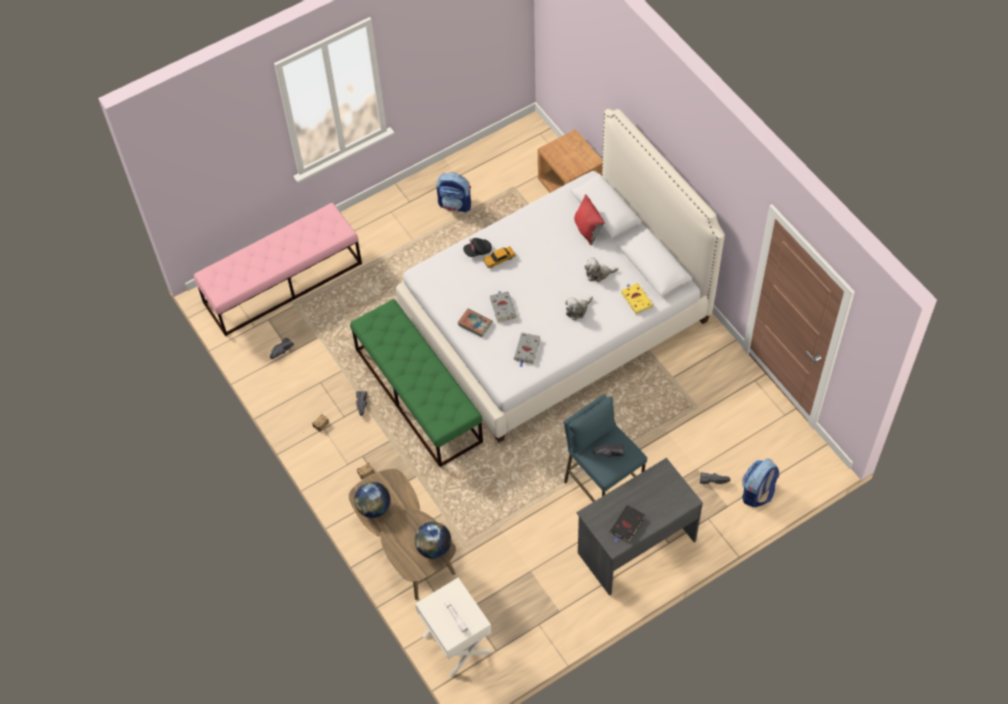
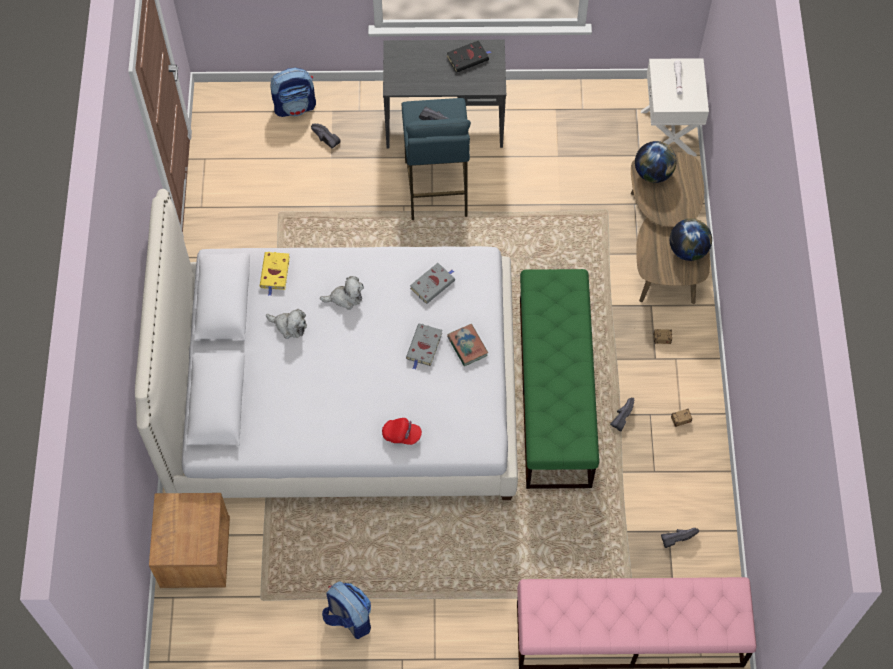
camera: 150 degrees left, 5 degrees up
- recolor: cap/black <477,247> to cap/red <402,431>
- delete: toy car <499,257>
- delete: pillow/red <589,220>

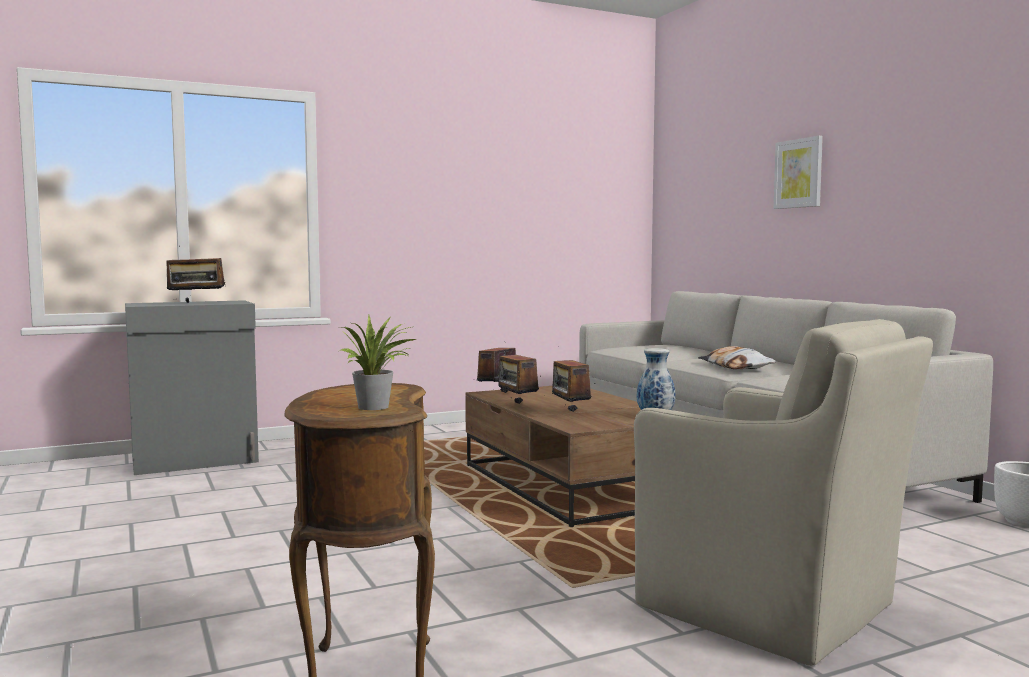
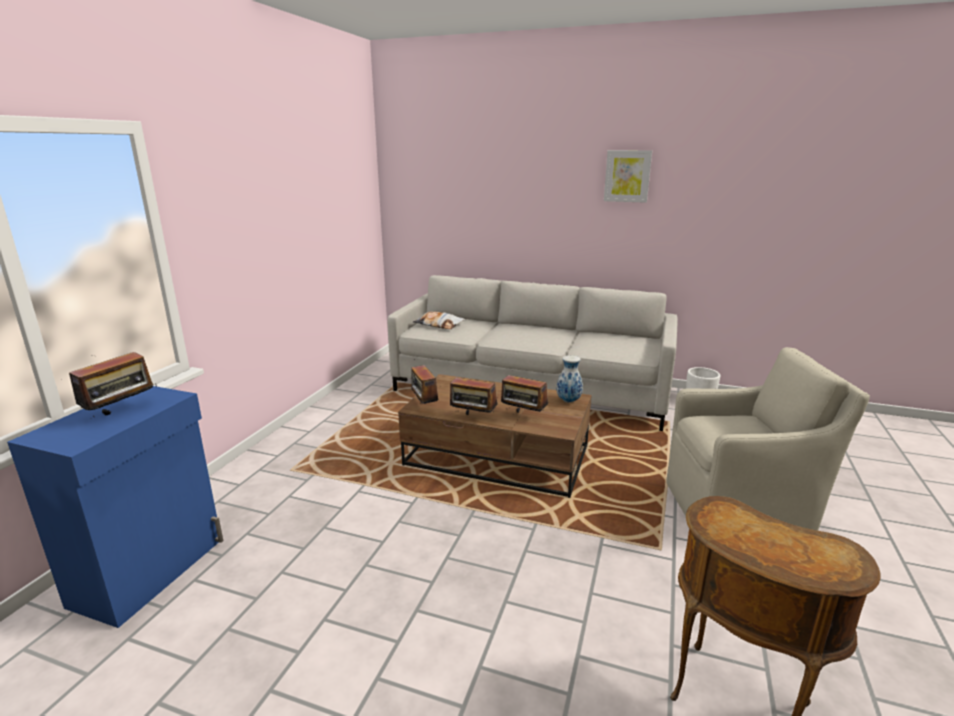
camera: 45 degrees left, 15 degrees up
- recolor: cabinet/grey <192,387> to cabinet/blue <115,507>
- move: pillow <737,357> to <439,320>
- move: picture <798,172> to <628,176>
- delete: potted plant <377,362>

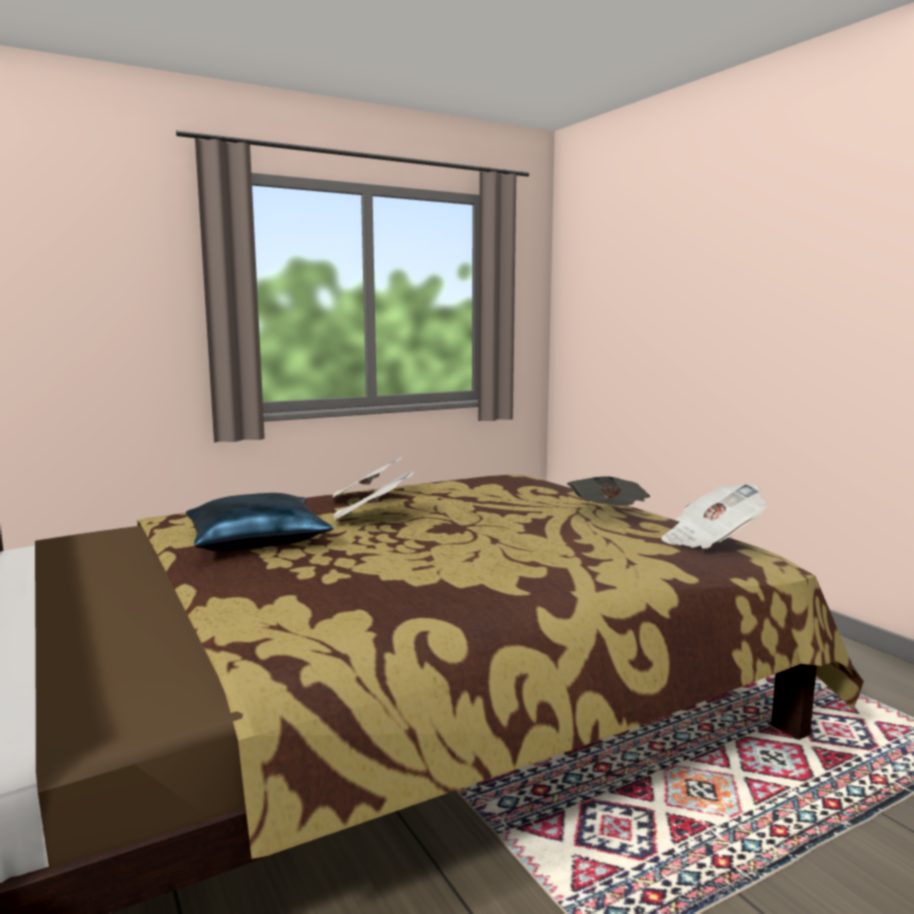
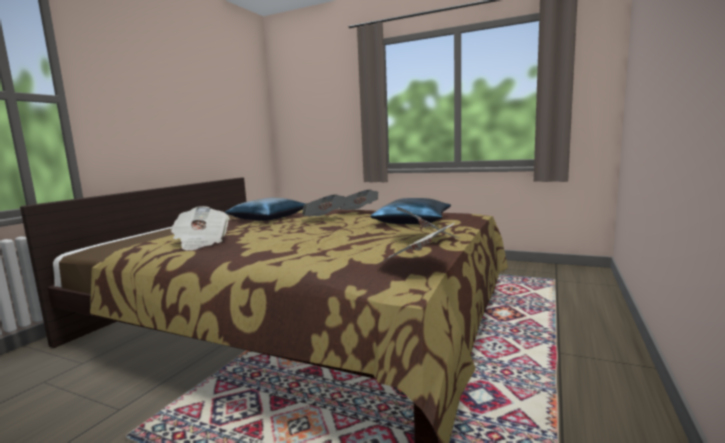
camera: 55 degrees right, 0 degrees up
- insert: newspaper <200,228>
- insert: pillow/blue <410,211>

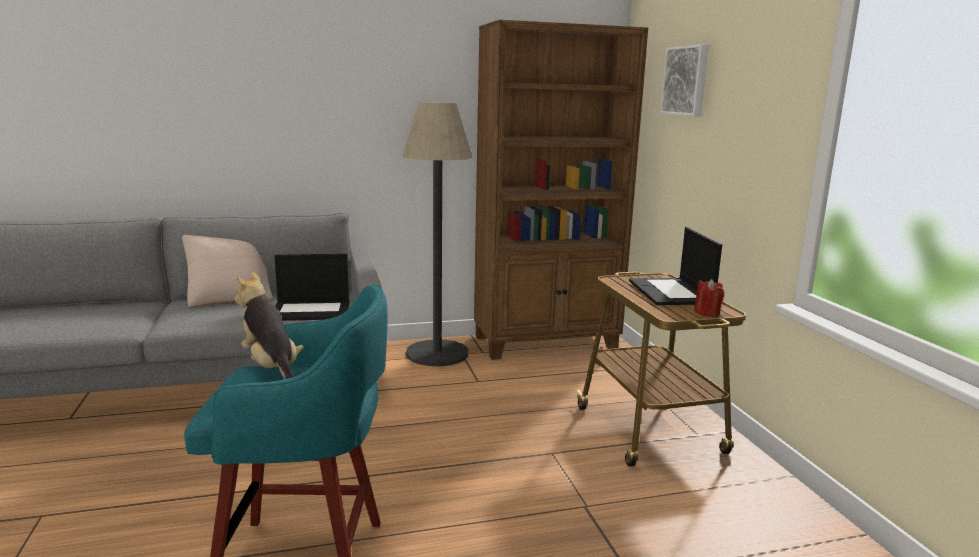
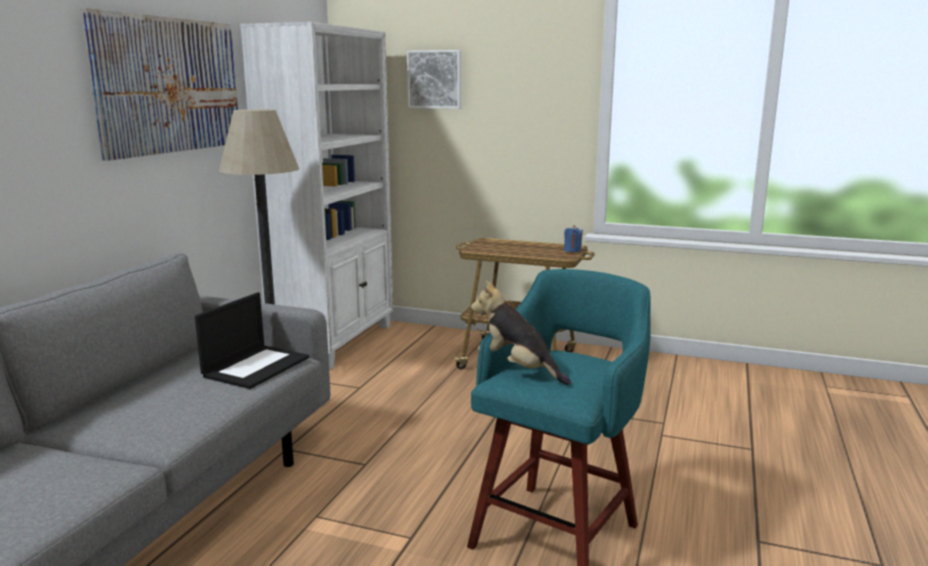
camera: 55 degrees left, 0 degrees up
- insert: picture <159,84>
- recolor: bookcase/brown <561,190> to bookcase/white <316,196>
- rotate: plush toy <269,325> = <521,332> 45 degrees clockwise
- recolor: candle/red <709,298> to candle/blue <573,238>
- delete: pillow/beige <227,271>
- delete: laptop <675,266>

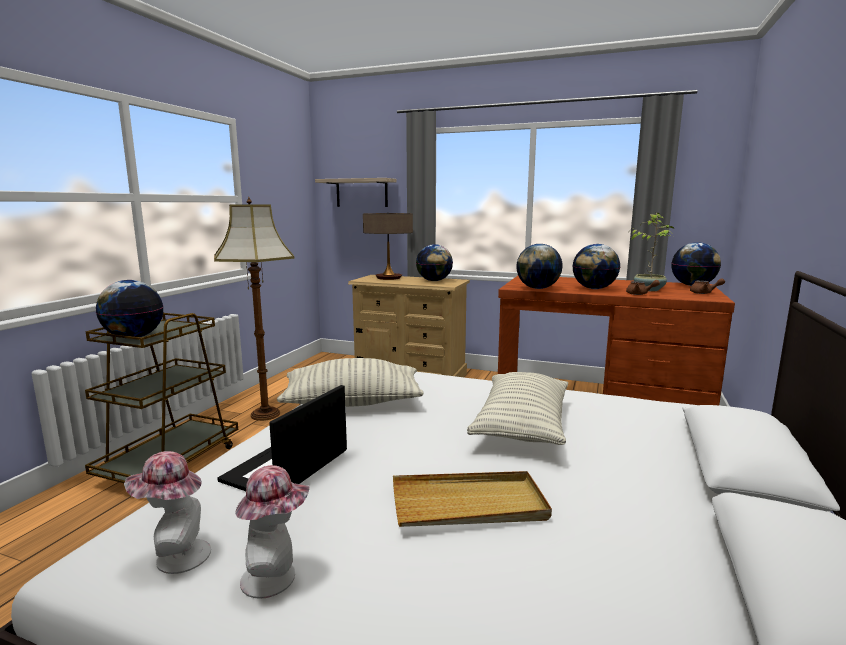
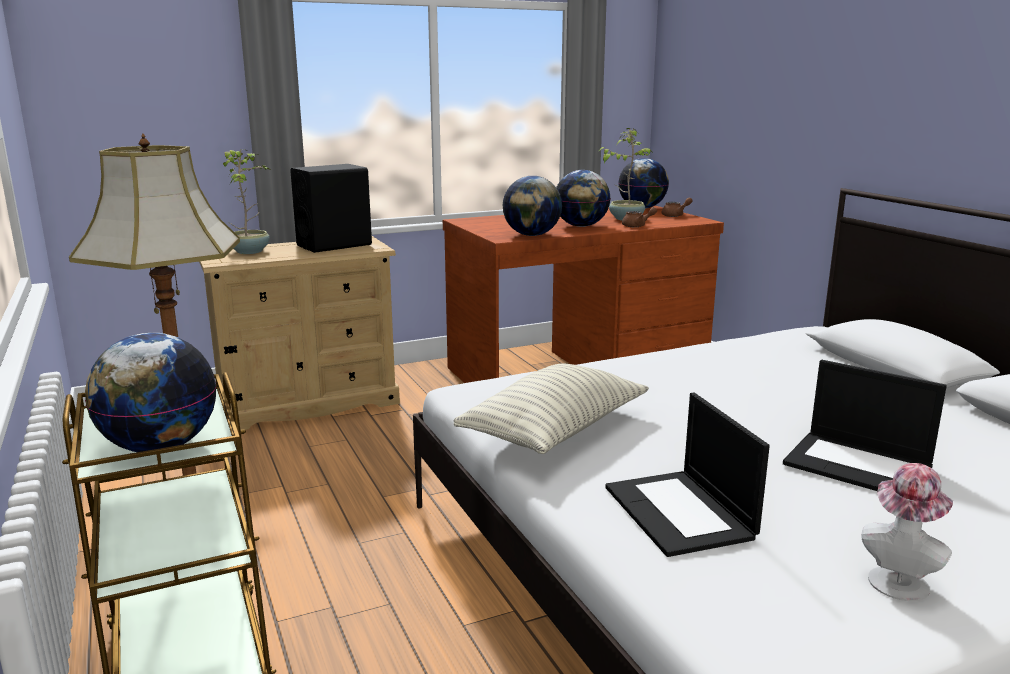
camera: 45 degrees left, 5 degrees up
- replace: table lamp <388,246> to potted plant <246,201>
- replace: globe <434,262> to speaker/black <331,208>
- replace: tray/beige <472,499> to laptop <865,425>
- delete: hat <167,512>
- delete: shelf <356,192>
- delete: pillow <517,408>

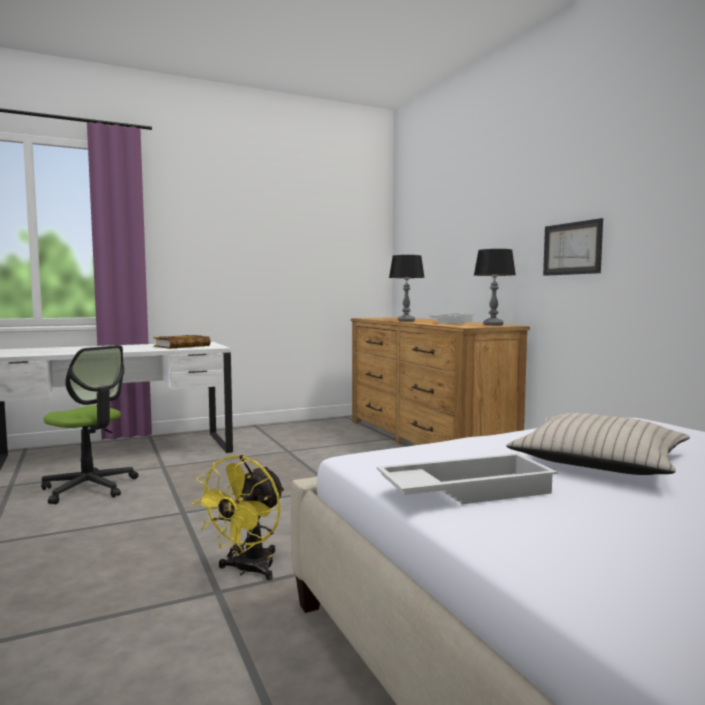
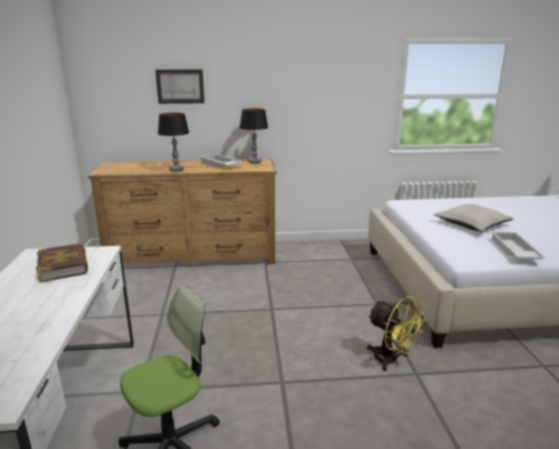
camera: 70 degrees left, 15 degrees up
- move: picture <573,247> to <179,87>

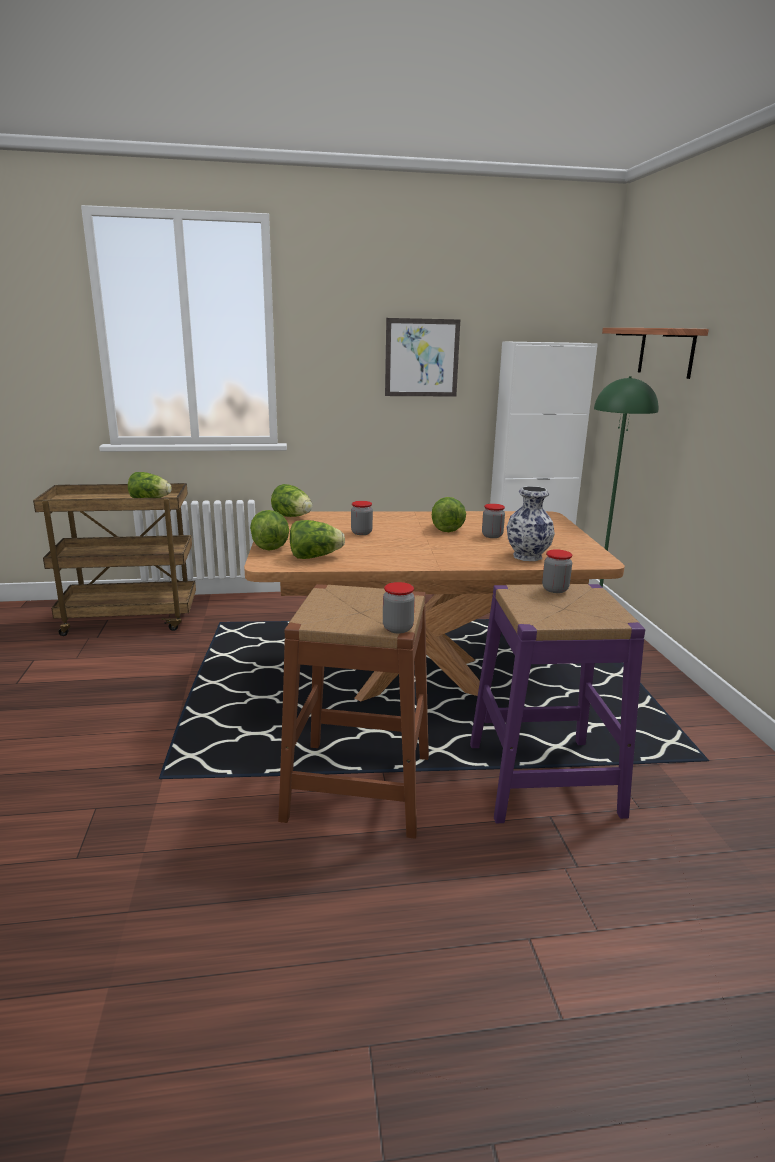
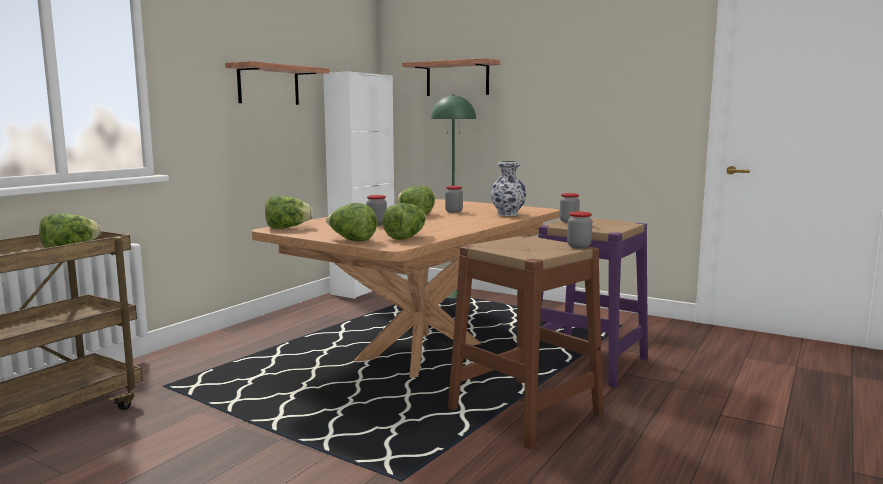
camera: 50 degrees left, 10 degrees down
- replace: picture <422,357> to shelf <277,83>

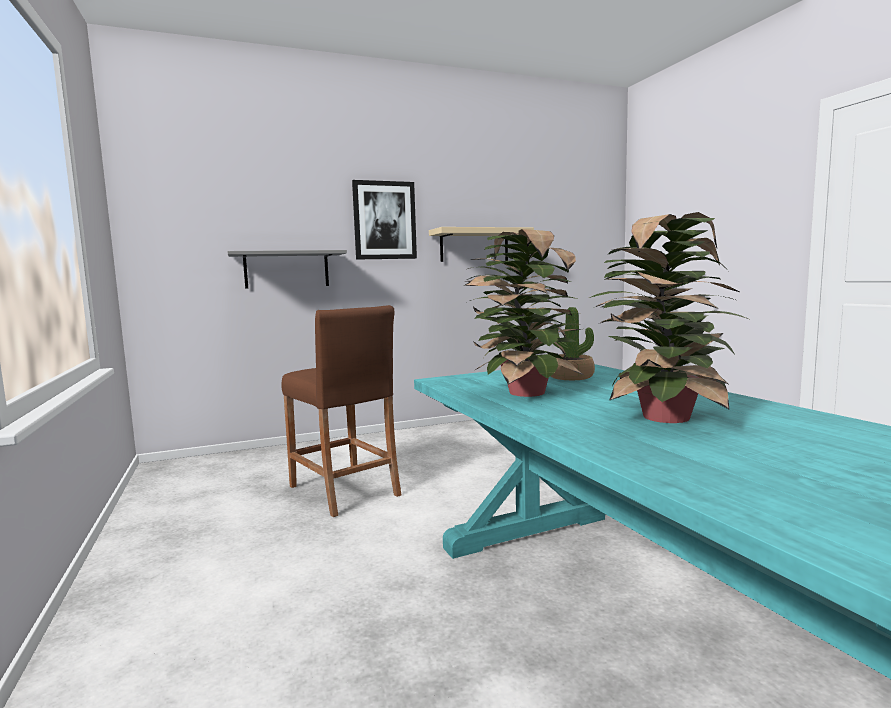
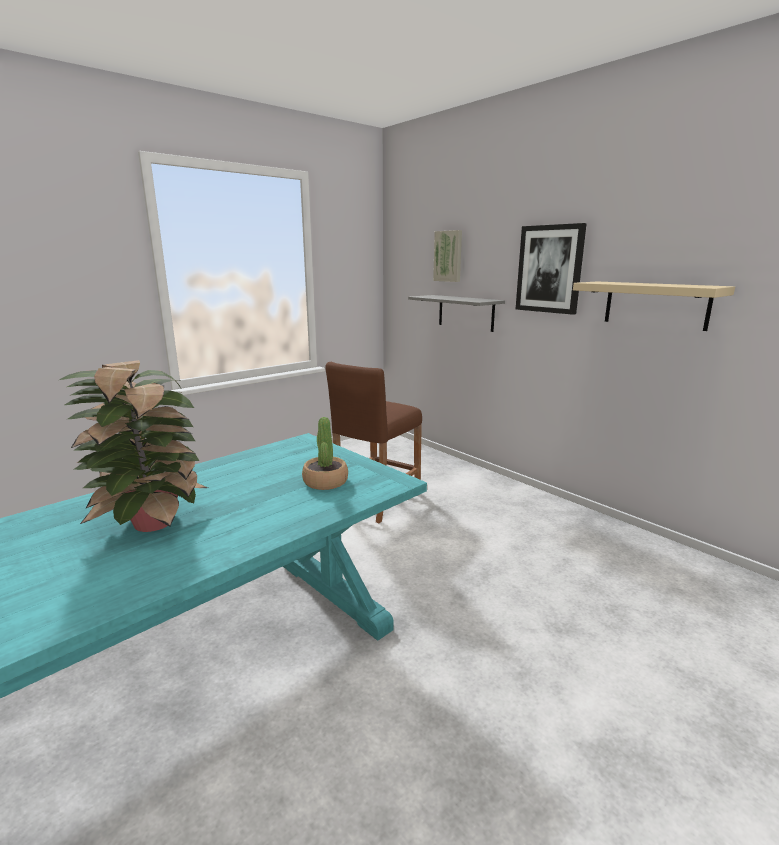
camera: 70 degrees right, 10 degrees up
- insert: picture <447,256>
- delete: potted plant <524,313>

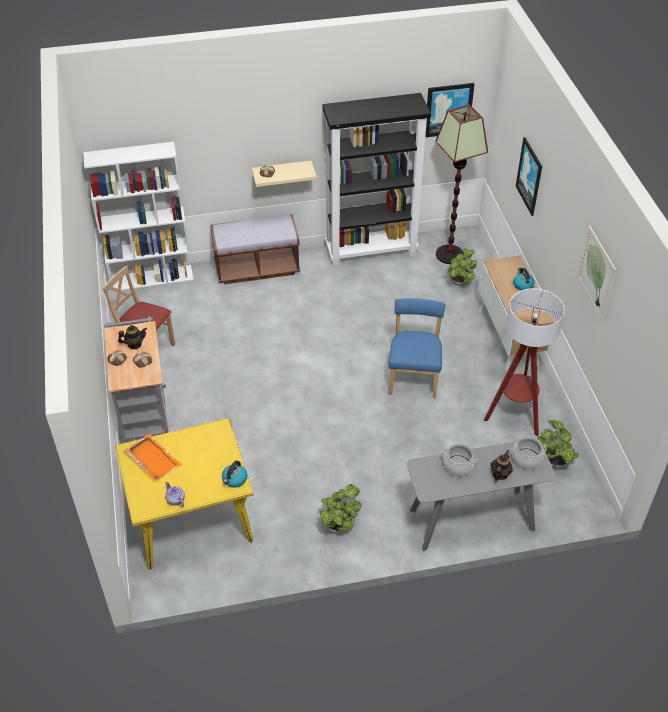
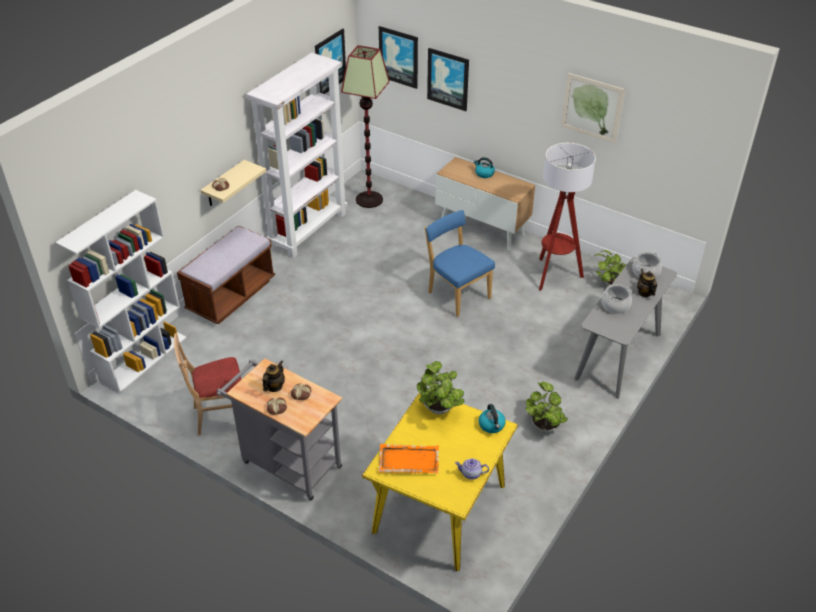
camera: 45 degrees left, 5 degrees down
- recolor: bookcase/black <376,180> to bookcase/white <296,155>
- insert: picture <398,57>
- move: potted plant <462,267> to <441,387>

